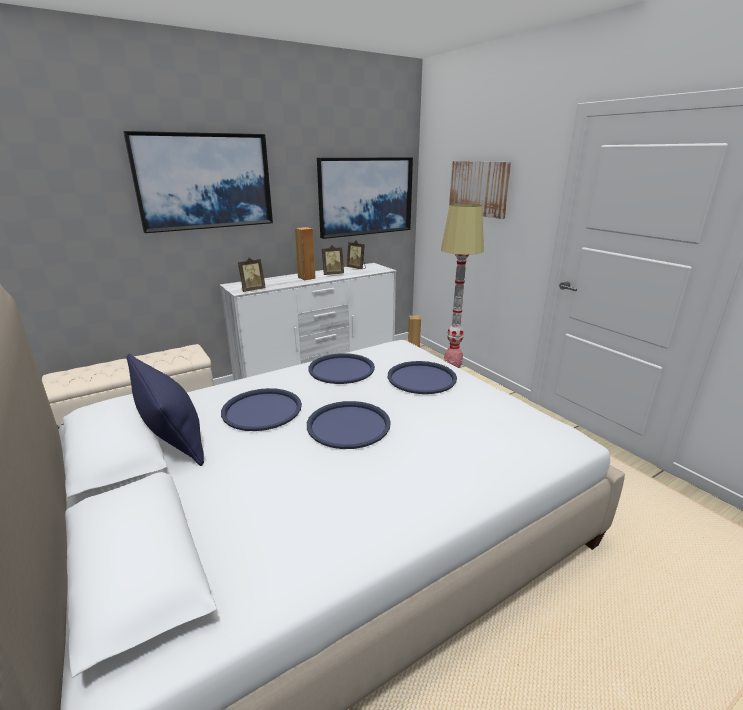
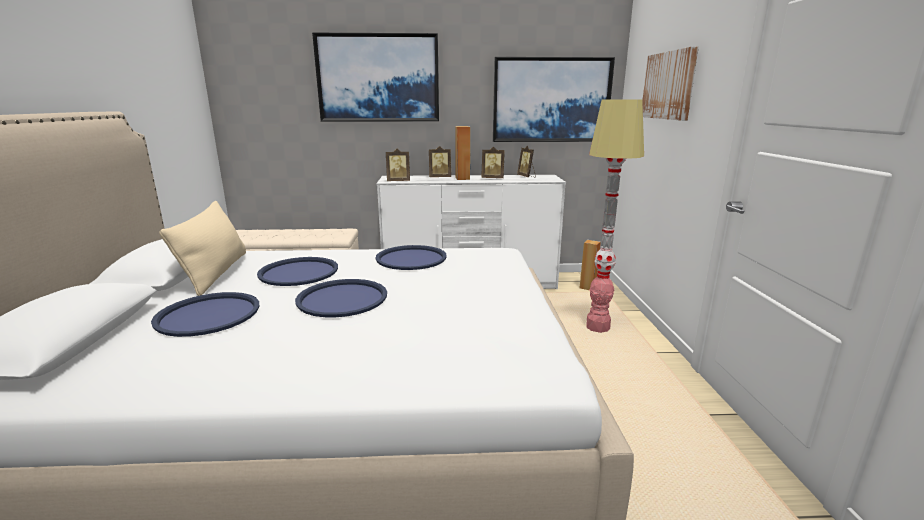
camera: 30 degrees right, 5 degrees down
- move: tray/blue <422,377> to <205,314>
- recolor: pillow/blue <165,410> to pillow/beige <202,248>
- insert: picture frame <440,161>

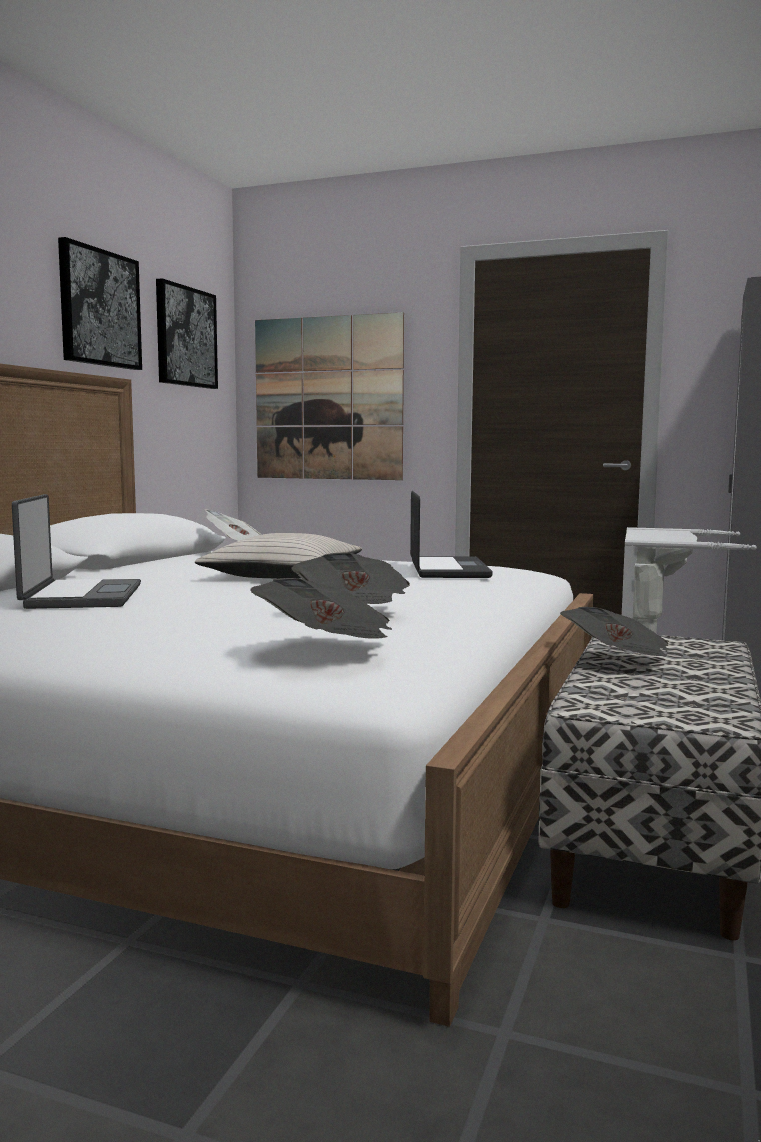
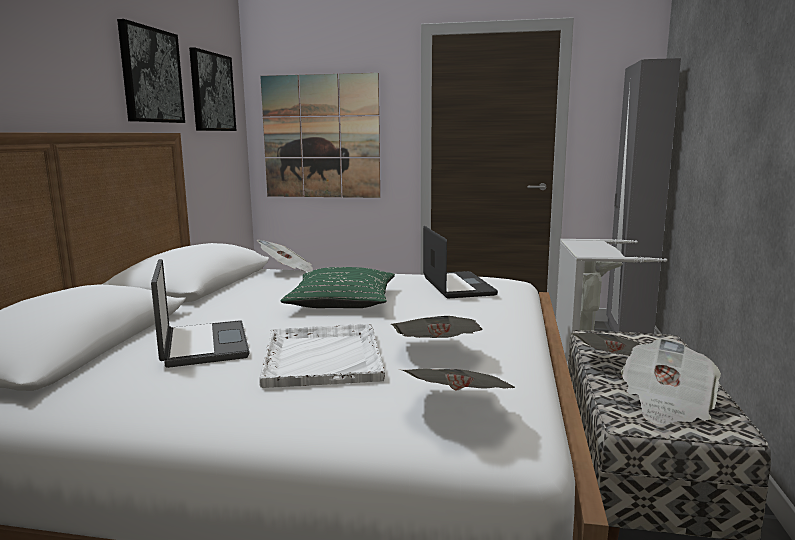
camera: 10 degrees left, 5 degrees up
- insert: tray/white <322,355>
- recolor: pillow/beige <278,556> to pillow/green <338,287>
- insert: newspaper <671,381>

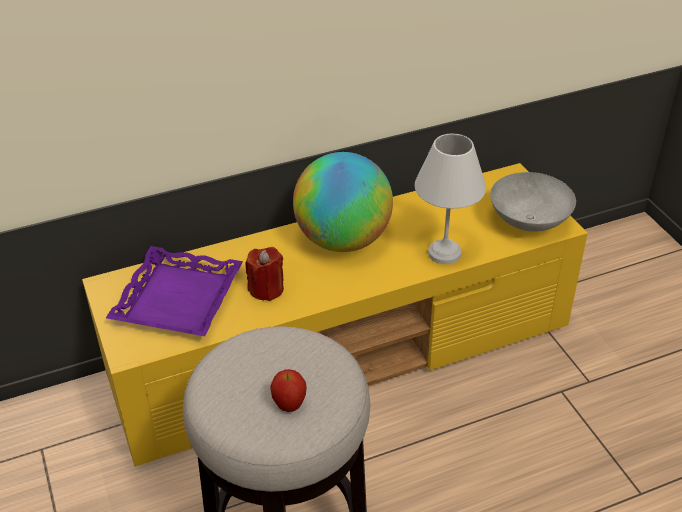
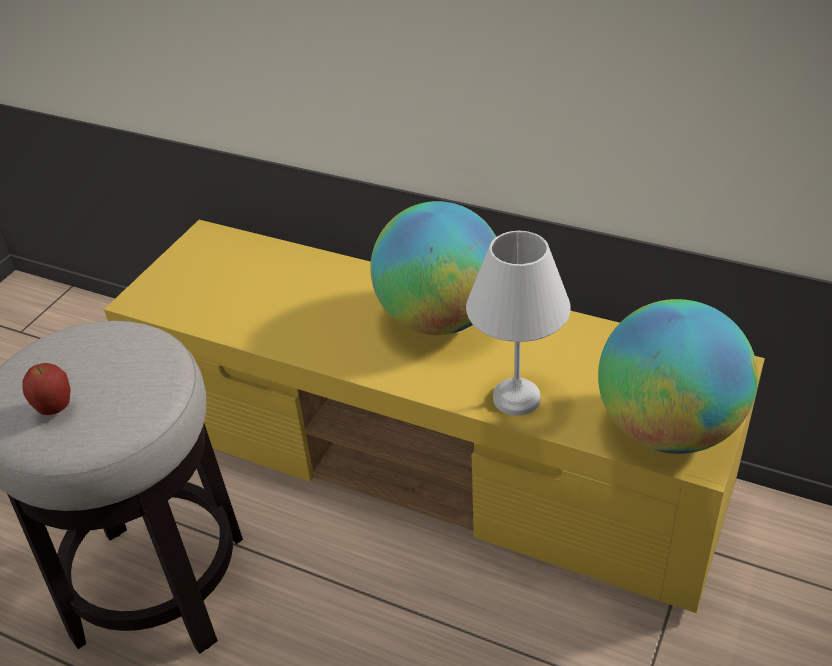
camera: 50 degrees right, 0 degrees up
- replace: bowl/grey <533,202> to globe <678,376>
- delete: tray/purple <174,291>
- delete: candle/red <265,274>

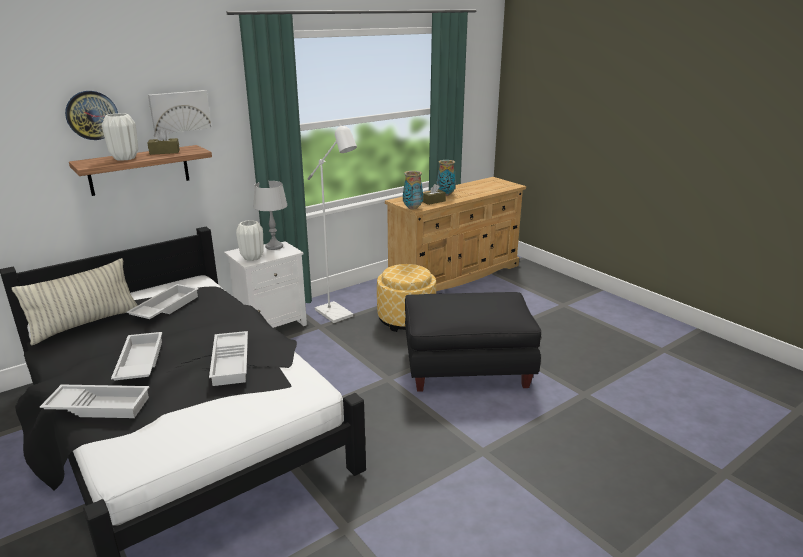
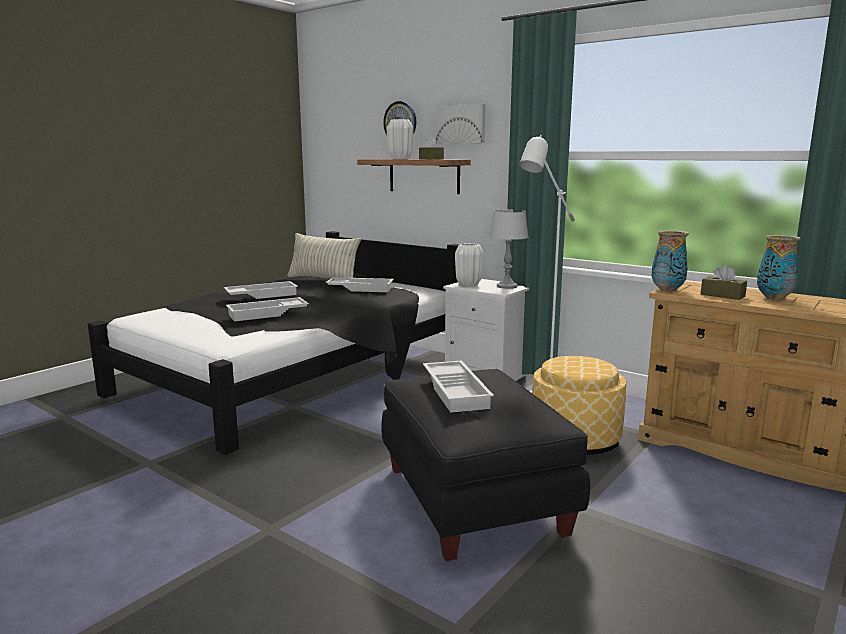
camera: 75 degrees right, 10 degrees down
- move: tray/white <94,401> to <458,386>

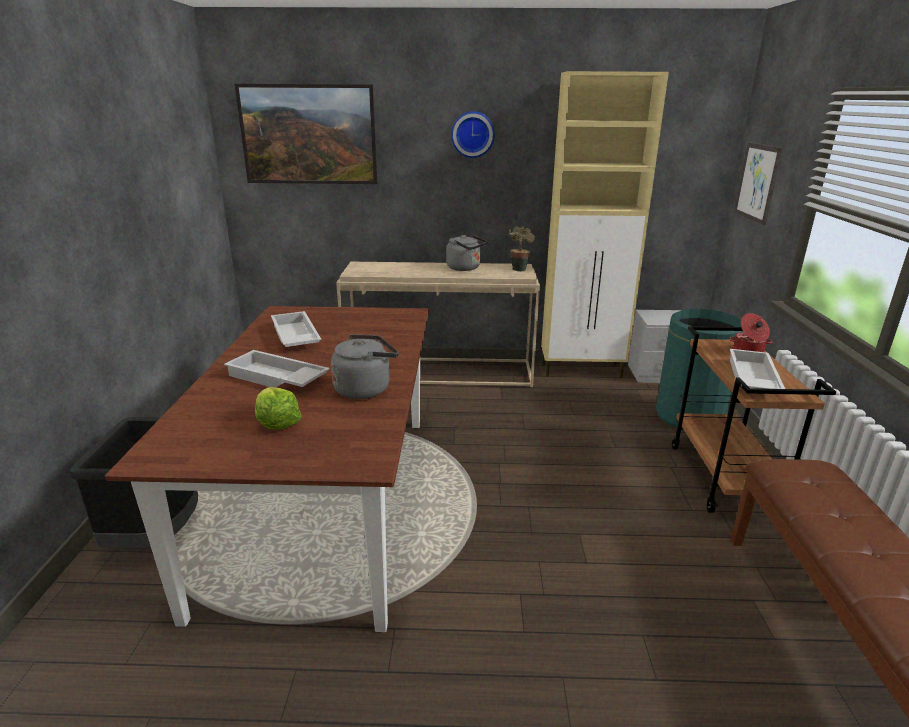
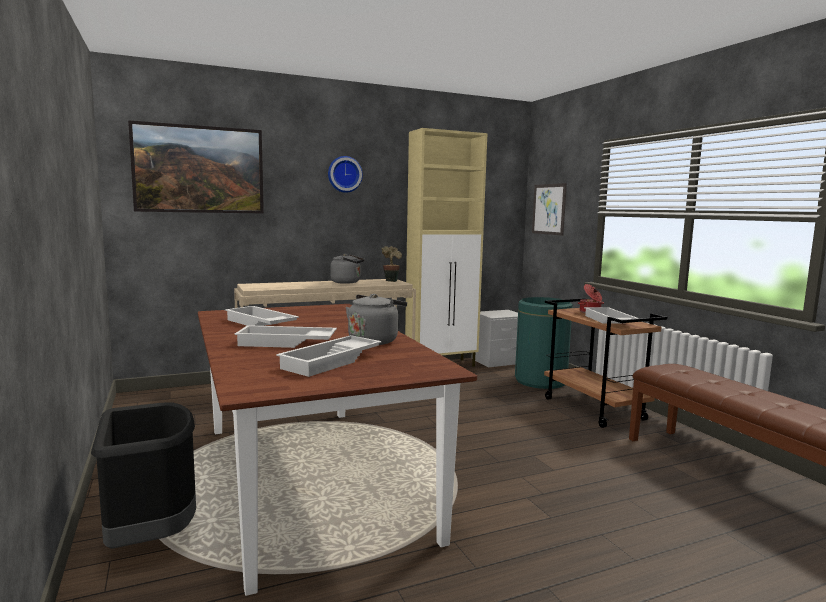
camera: 25 degrees left, 15 degrees down
- replace: lettuce <278,408> to tray/white <329,356>

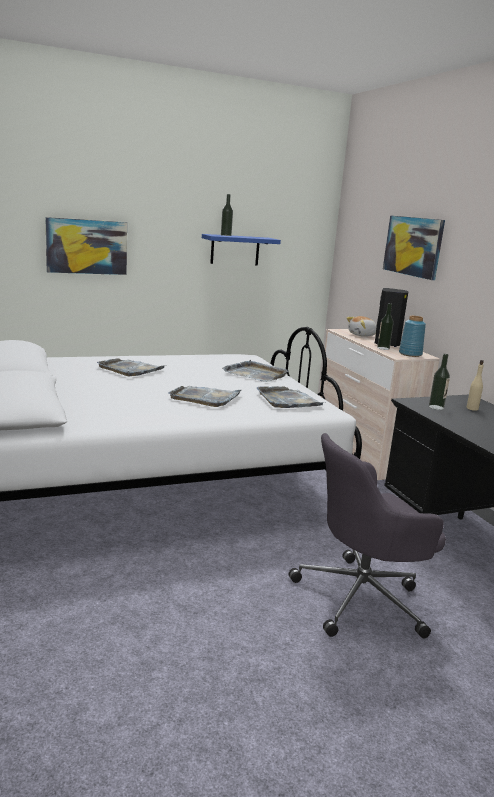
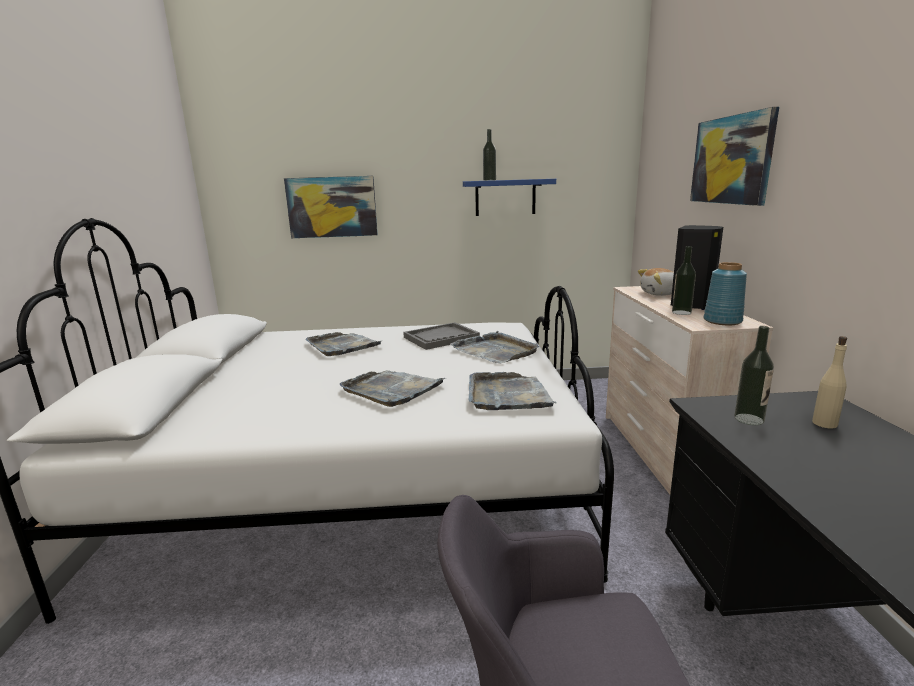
camera: 20 degrees right, 0 degrees up
- insert: tray/grey <441,336>

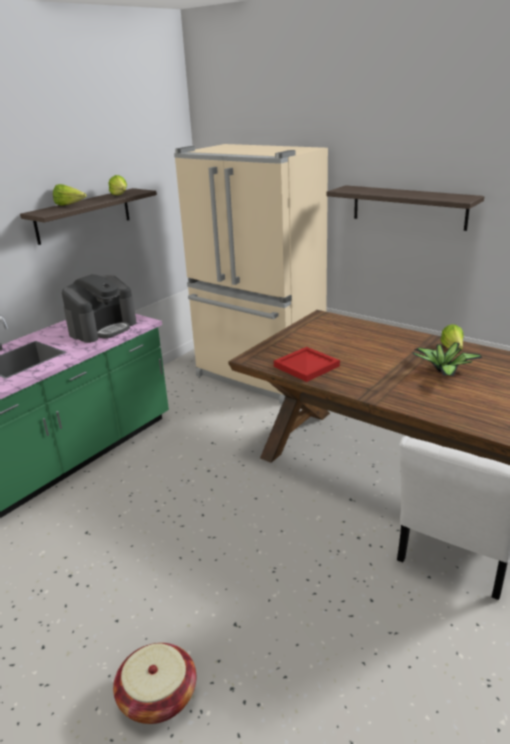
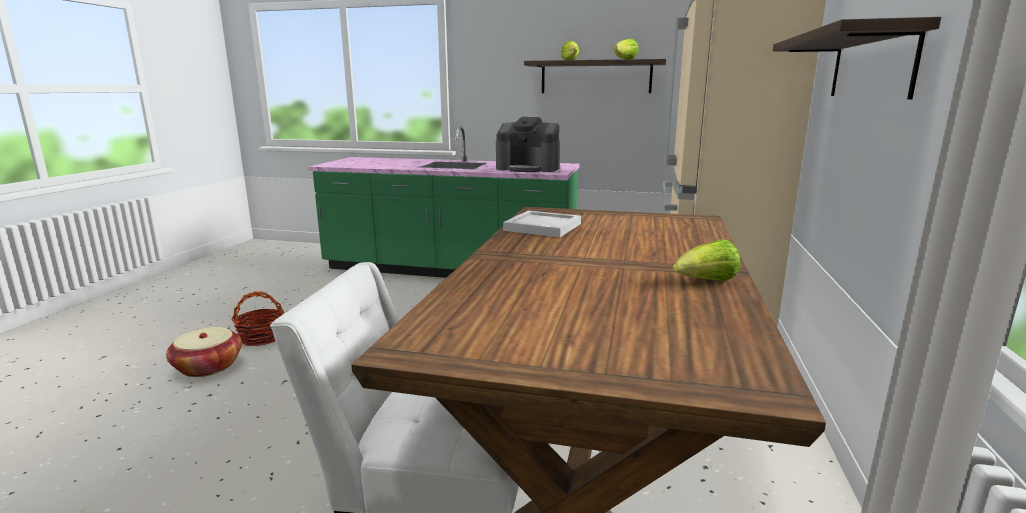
camera: 65 degrees right, 10 degrees down
- insert: basket <257,318>
- recolor: tray/red <307,364> to tray/white <542,224>
- delete: potted plant <447,359>

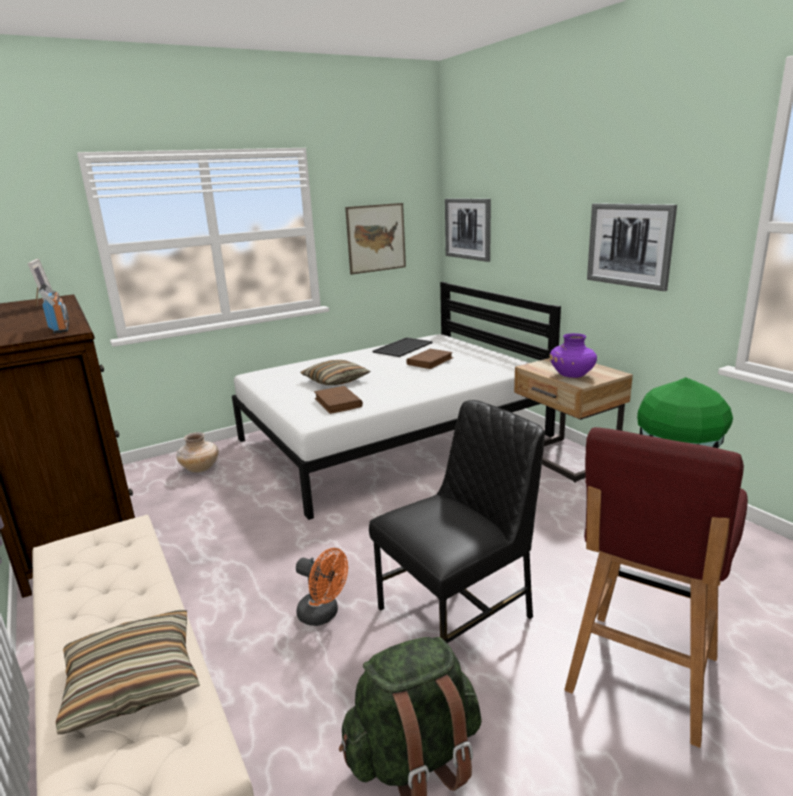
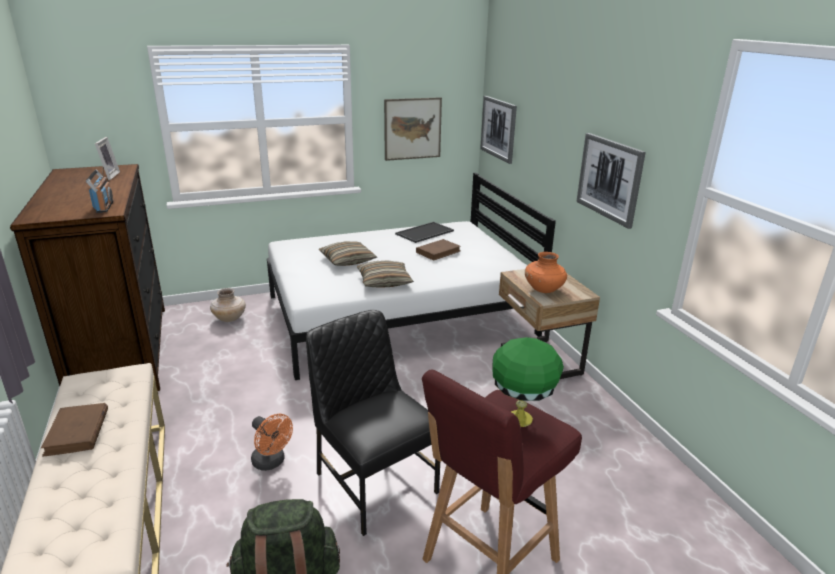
camera: 10 degrees right, 5 degrees up
- move: book/brown <338,400> to <74,430>
- rotate: chair/black <457,522> = <373,423> 105 degrees counterclockwise
- move: pillow <128,672> to <385,274>
- recolor: vase/purple <573,355> to vase/orange <546,272>

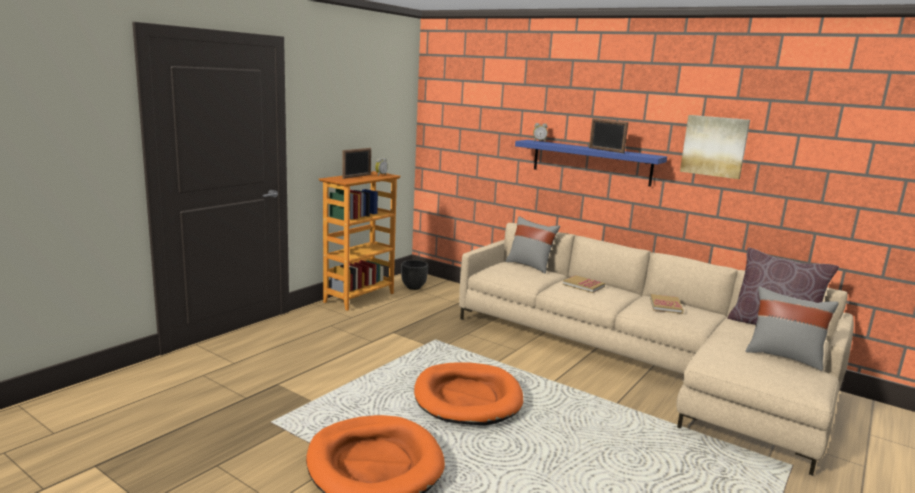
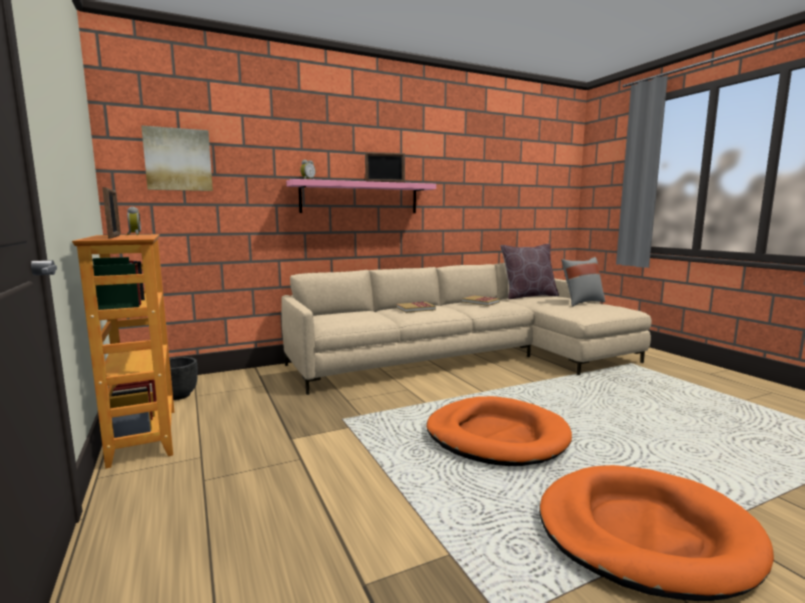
camera: 60 degrees left, 5 degrees down
- move: picture <715,147> to <177,158>
- recolor: shelf/blue <591,163> to shelf/pink <361,196>
- delete: pillow/grey <533,244>

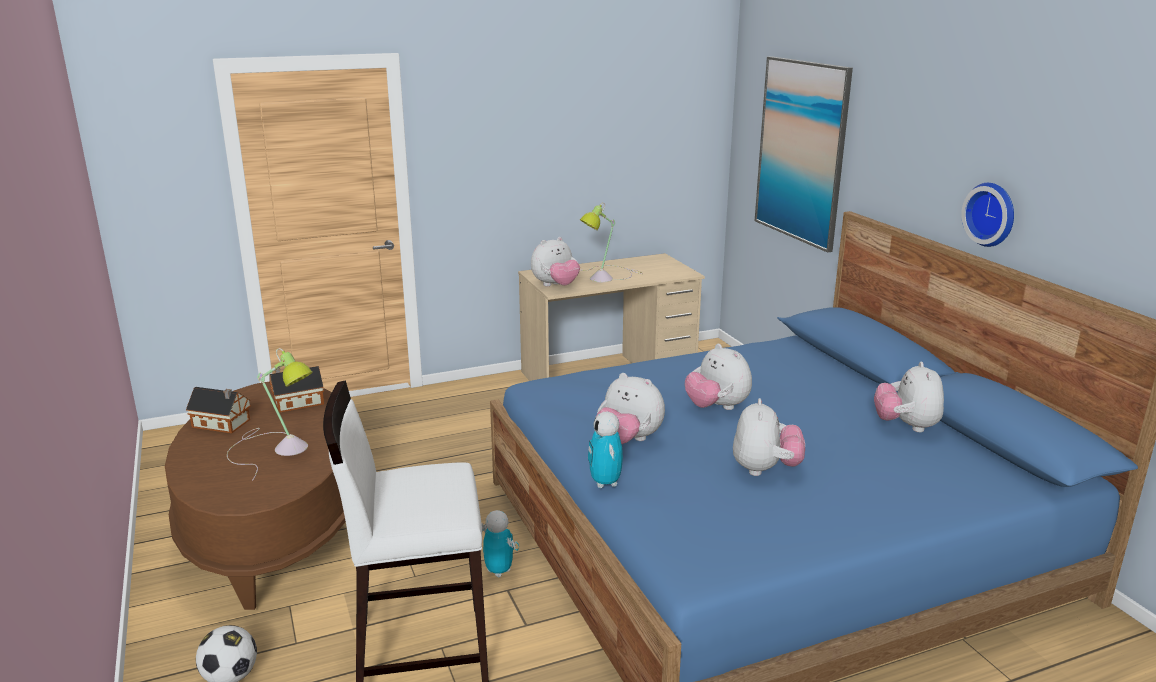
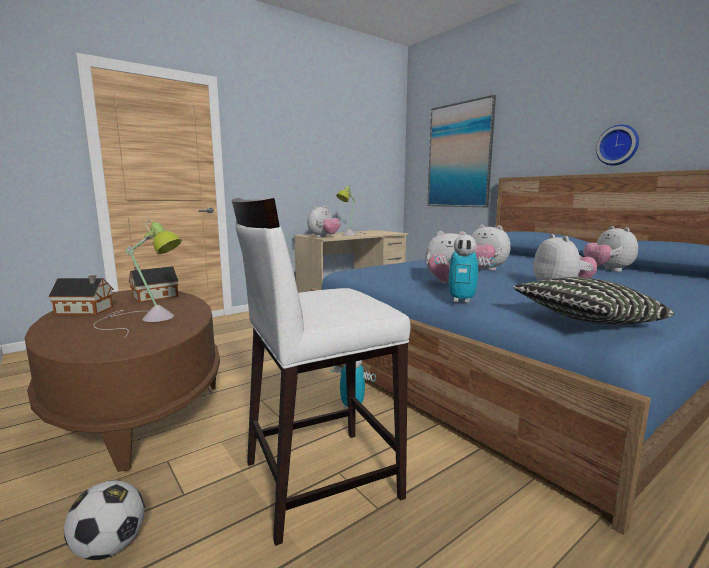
camera: 15 degrees left, 10 degrees down
- rotate: toy robot <605,450> = <465,268> 45 degrees counterclockwise
- insert: pillow <593,301>

